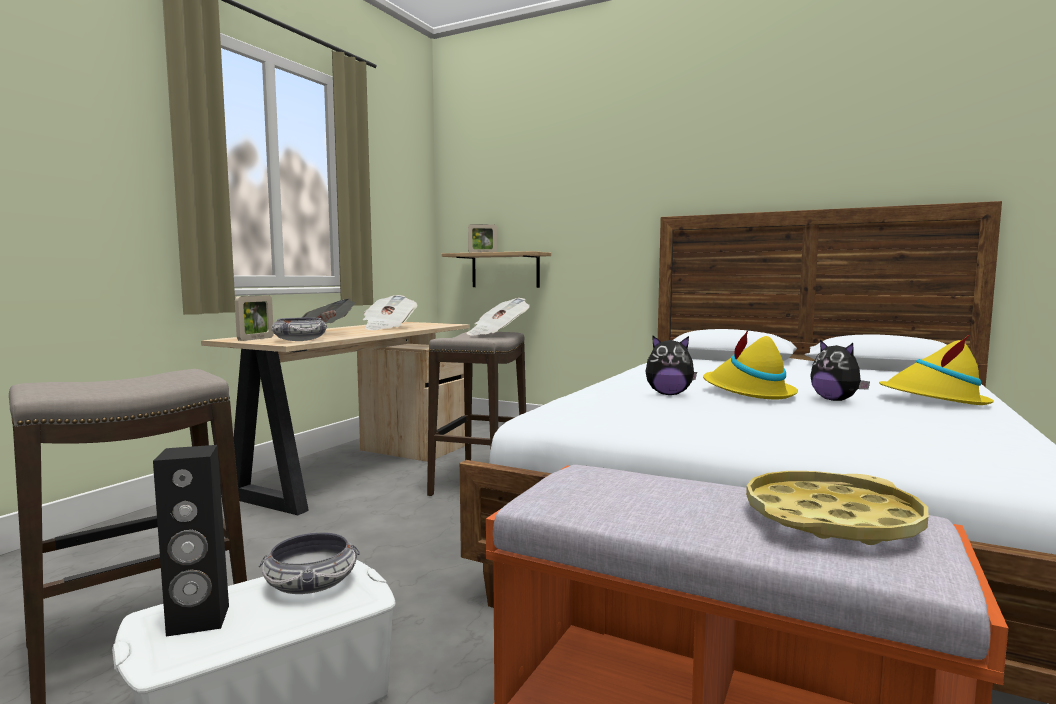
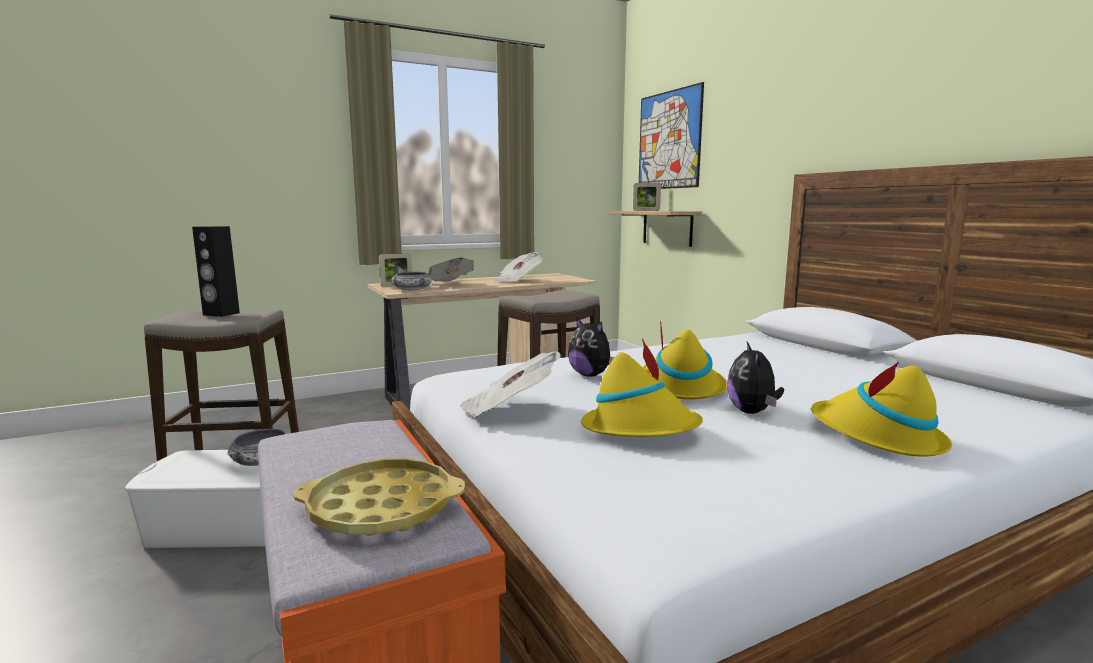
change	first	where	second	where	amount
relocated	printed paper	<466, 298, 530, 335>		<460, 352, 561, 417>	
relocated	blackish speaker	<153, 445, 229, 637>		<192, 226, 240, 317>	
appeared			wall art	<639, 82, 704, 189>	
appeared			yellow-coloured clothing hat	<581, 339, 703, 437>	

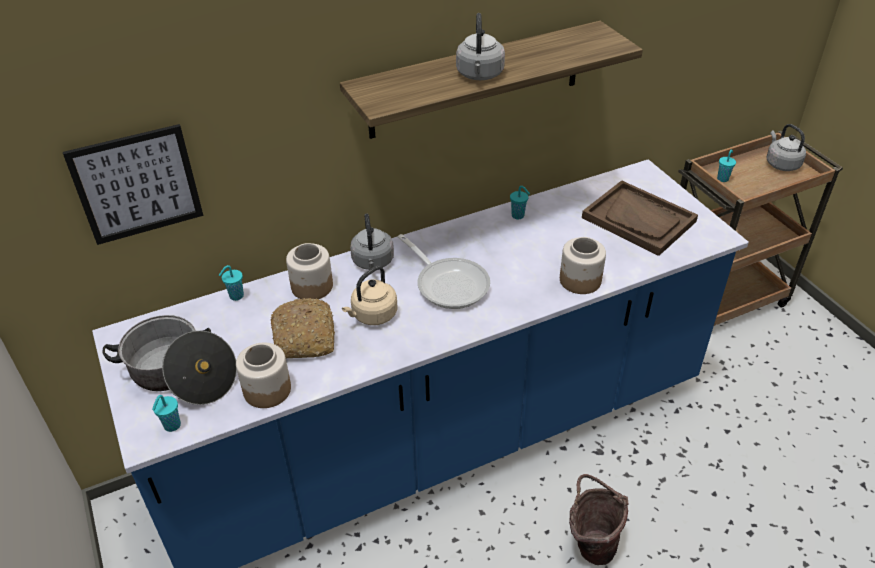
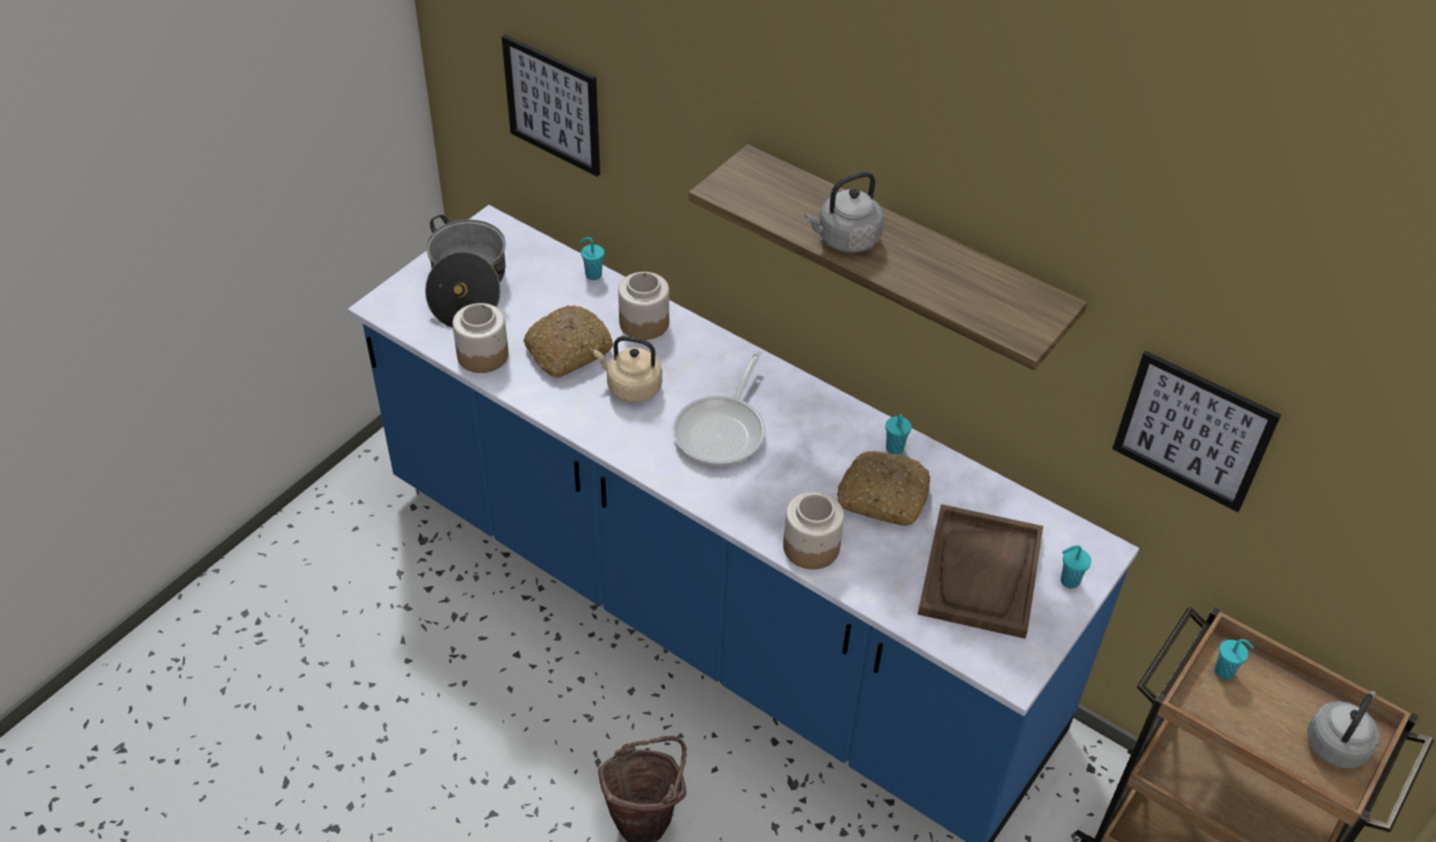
change	first	where	second	where	amount
missing	greyish kettle	<350, 214, 394, 270>			
relocated	turquoise small cup	<152, 395, 181, 432>		<1061, 545, 1091, 589>	
appeared			wall art	<1112, 351, 1281, 512>	
appeared			bread	<837, 451, 930, 526>	

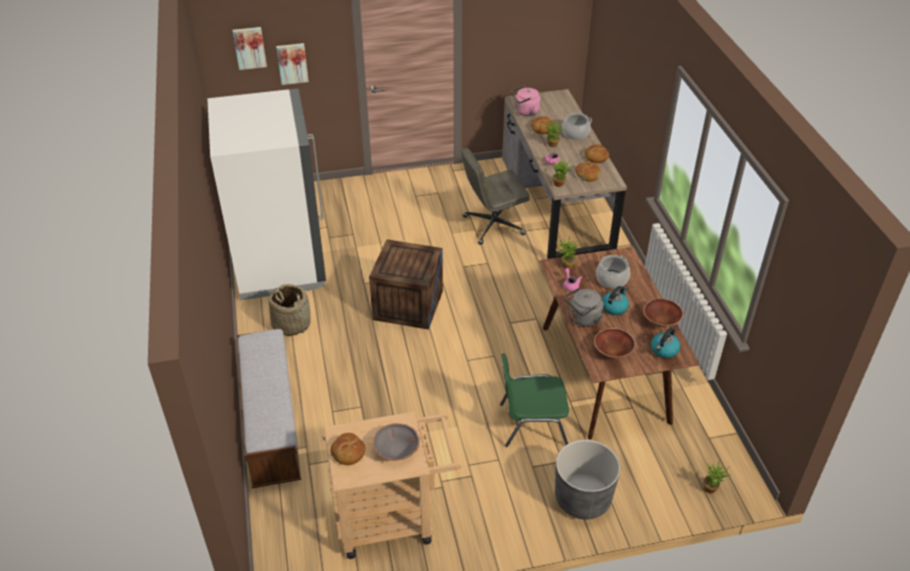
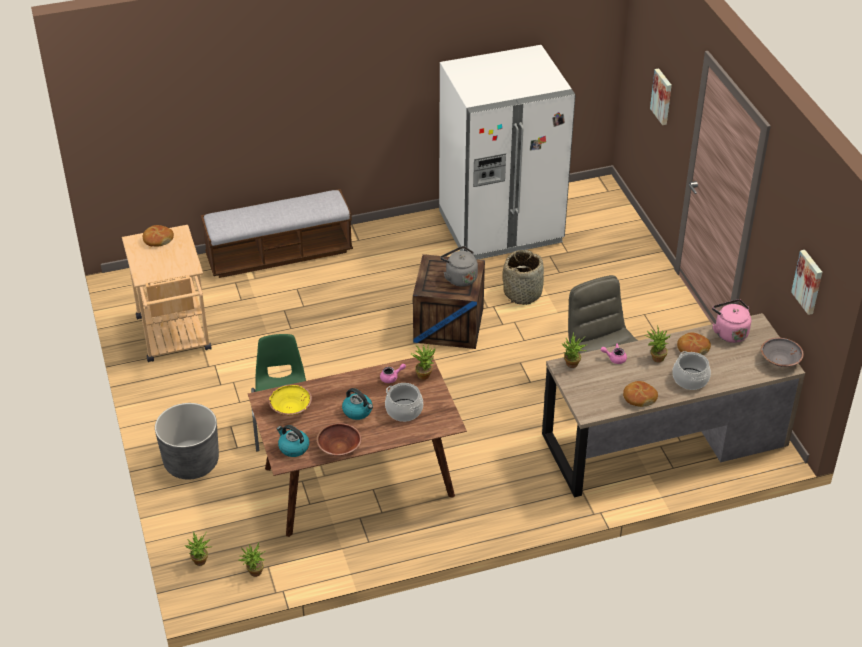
change	first	where	second	where	amount
relocated	wall art	<233, 27, 267, 70>		<791, 250, 822, 315>	
missing	bread	<575, 162, 601, 182>			
relocated	household basket	<268, 284, 311, 336>		<503, 250, 544, 305>	
relocated	greyish kettle	<564, 288, 604, 326>		<441, 246, 478, 287>	
colour	brown deep dish	<594, 328, 636, 358>	yellow-coloured deep dish	<268, 384, 312, 415>	
relocated	greyish deep dish	<373, 423, 420, 461>		<761, 338, 804, 367>	
appeared			houseplant	<239, 543, 266, 577>	

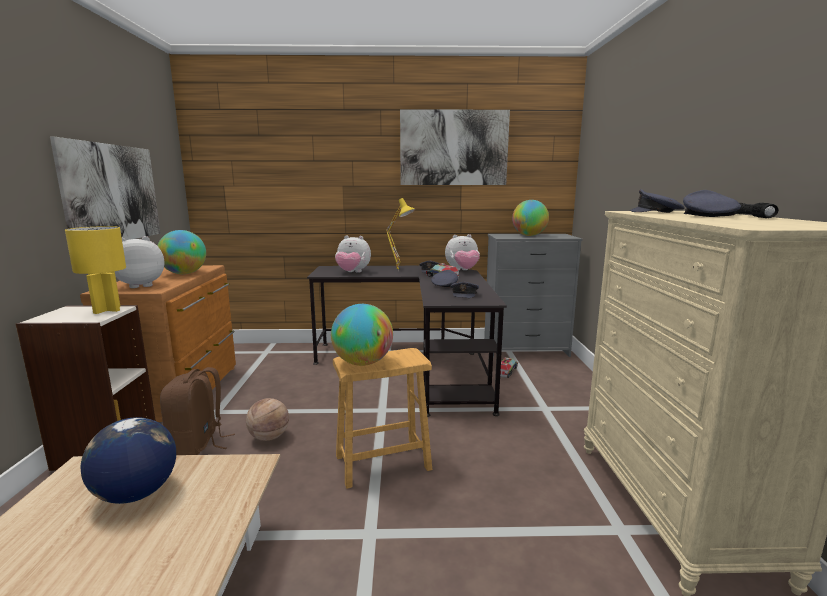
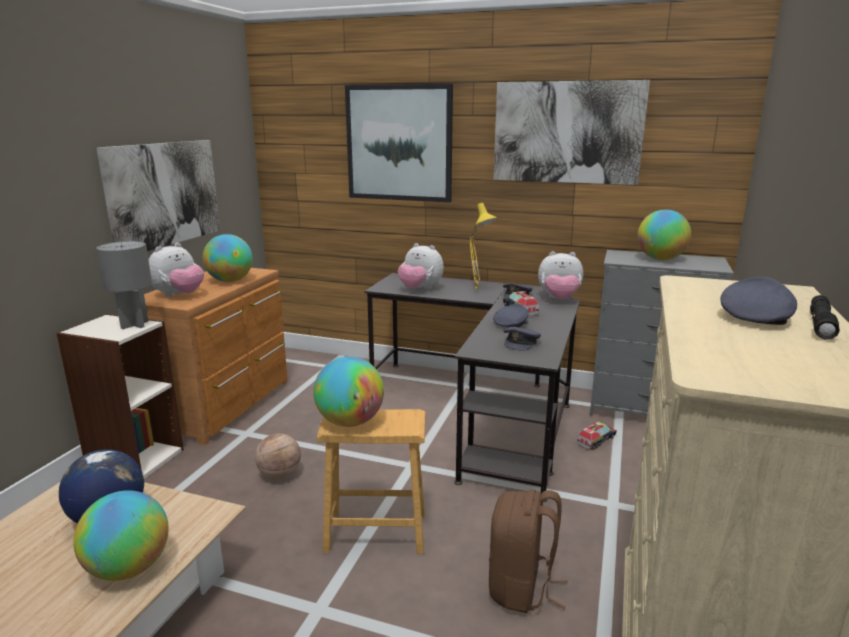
change	first	where	second	where	amount
missing	greyish cap	<630, 189, 685, 213>			
colour	yellow-coloured lamp for a table	<65, 226, 126, 314>	greyish lamp for a table	<96, 241, 152, 329>	
spun	plush toy	<115, 236, 164, 288>		<148, 243, 204, 297>	135 degrees clockwise
relocated	brown rucksack	<160, 367, 235, 455>		<489, 490, 568, 613>	
appeared			wall art	<345, 84, 453, 202>	
appeared			desk globe	<73, 490, 169, 581>	

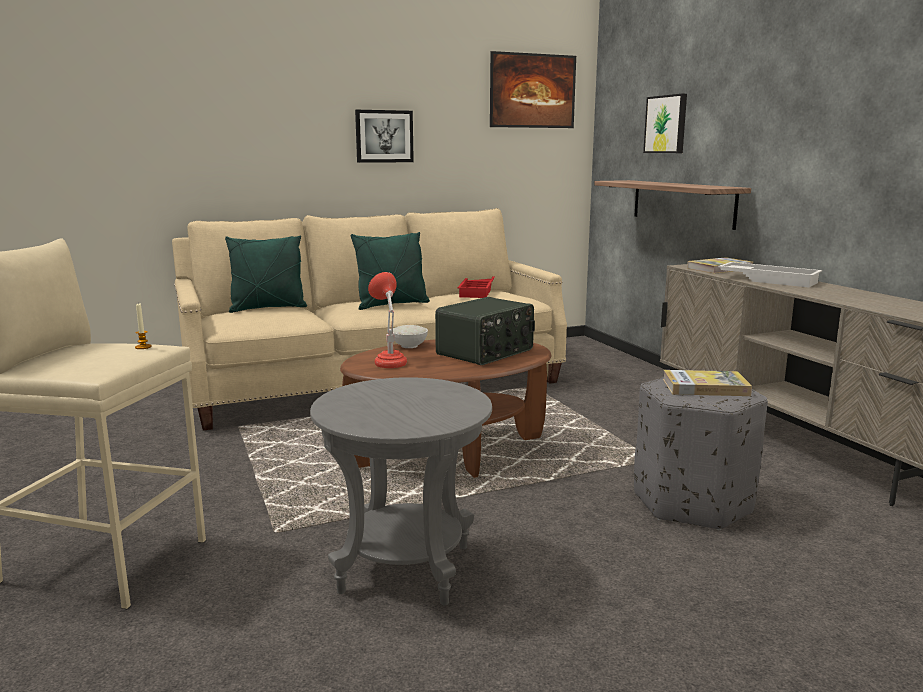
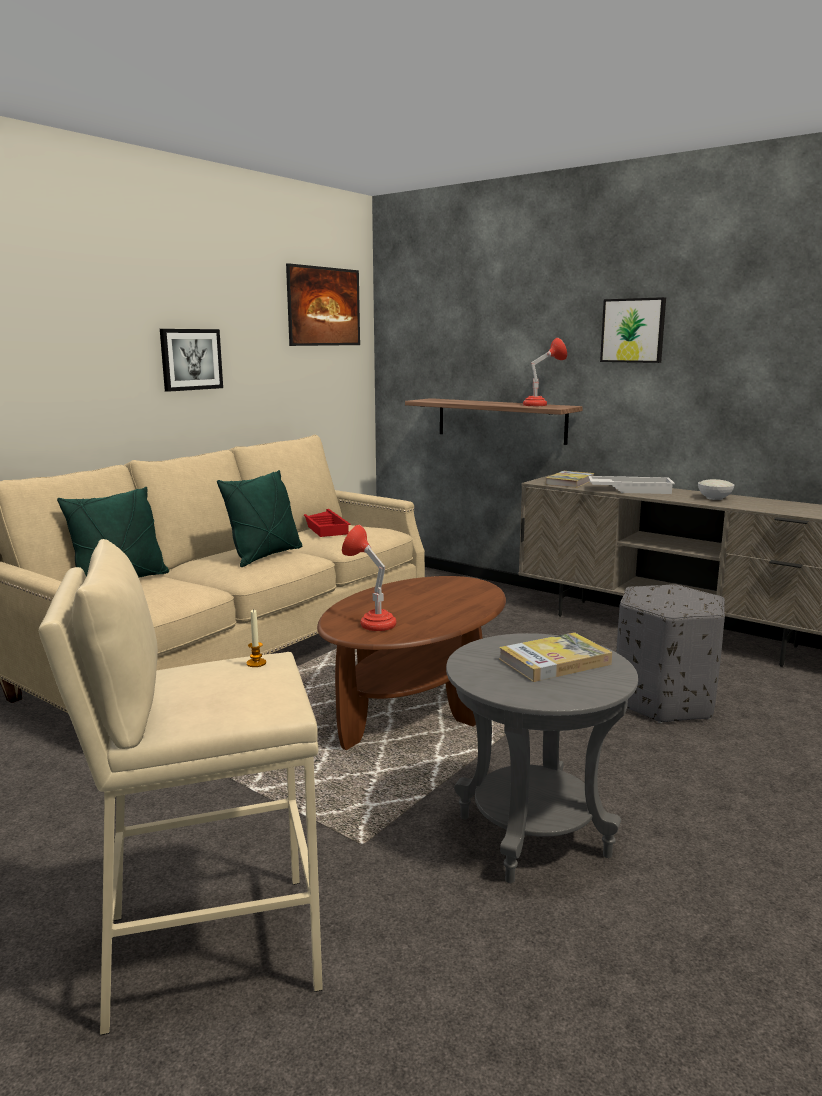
change	first	where	second	where	amount
relocated	wall art	<643, 94, 687, 153>		<600, 297, 666, 363>	
missing	radio receiver	<435, 297, 535, 365>			
relocated	whitish deep dish	<393, 325, 428, 348>		<698, 479, 734, 500>	
relocated	bound book	<663, 370, 752, 396>		<499, 632, 612, 682>	
appeared			red-coloured lamp for a table	<523, 338, 567, 406>	

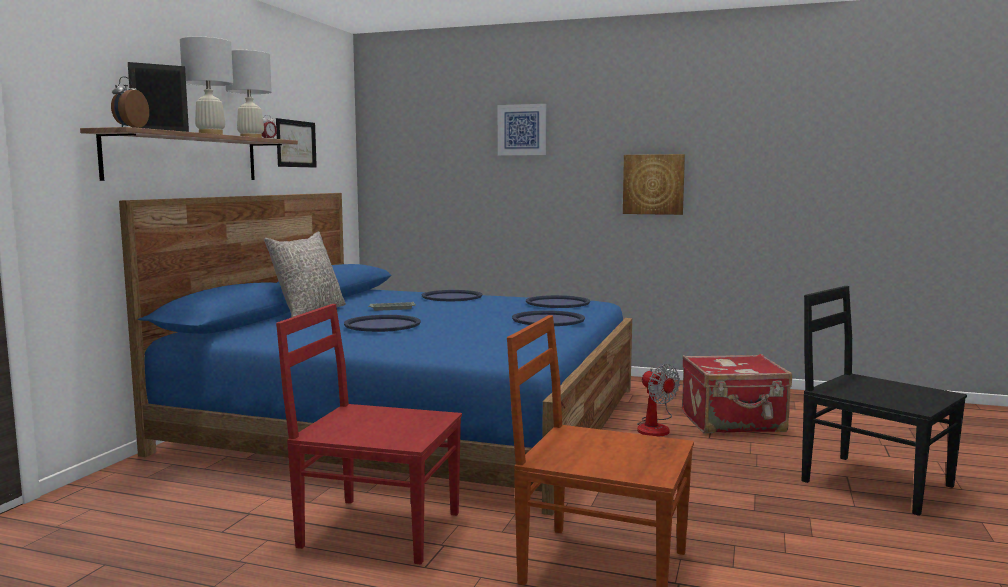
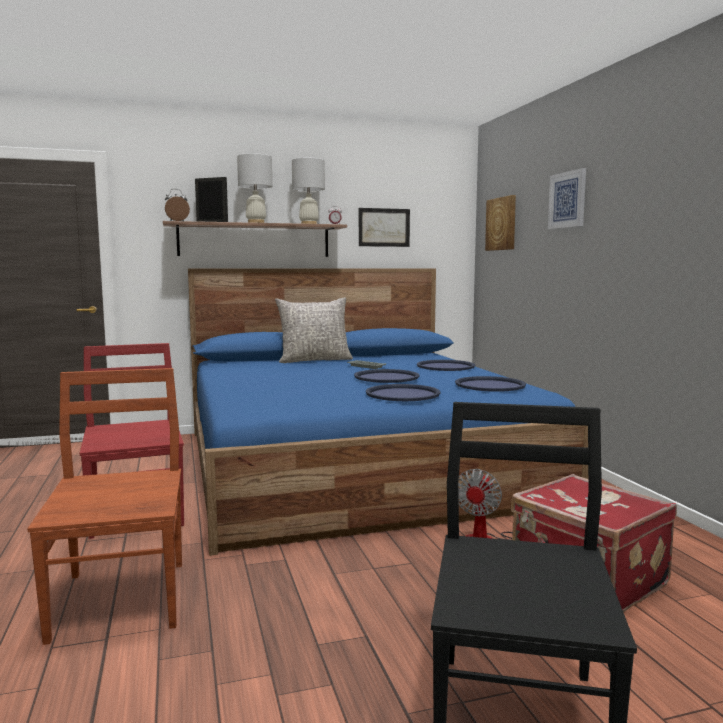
change	first	where	second	where	amount
relocated	wall art	<623, 154, 685, 215>		<485, 195, 516, 251>	
relocated	blue-coloured serving tray	<344, 315, 421, 332>		<354, 369, 419, 383>	

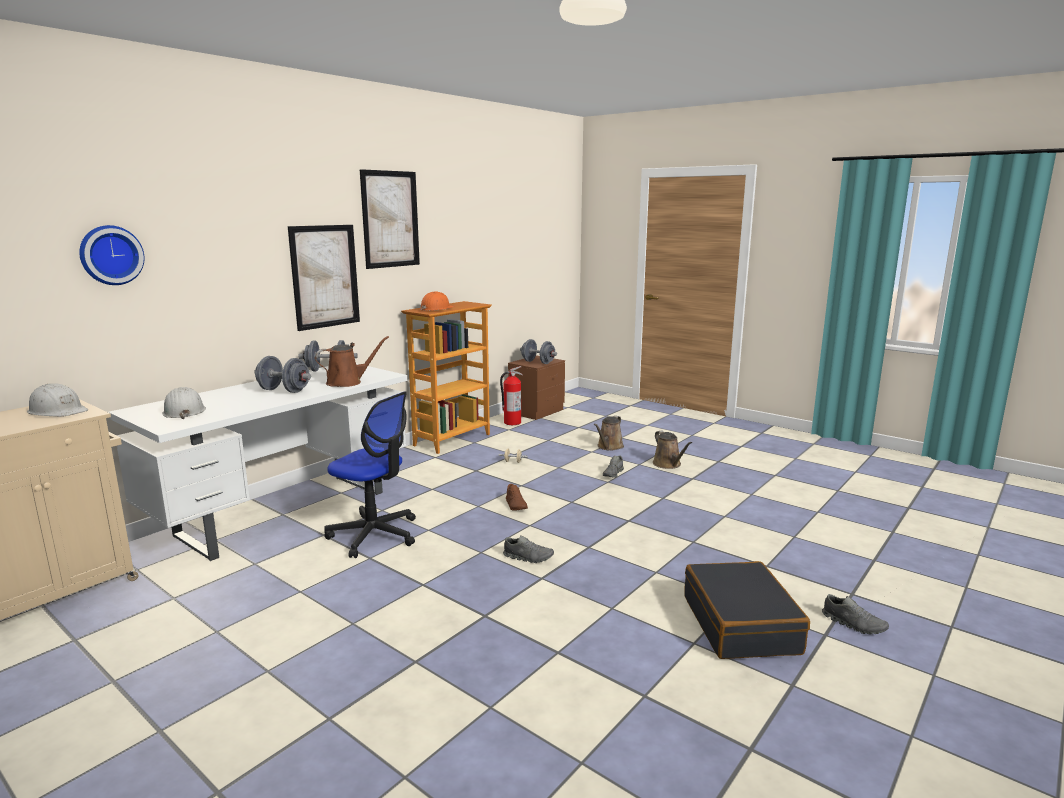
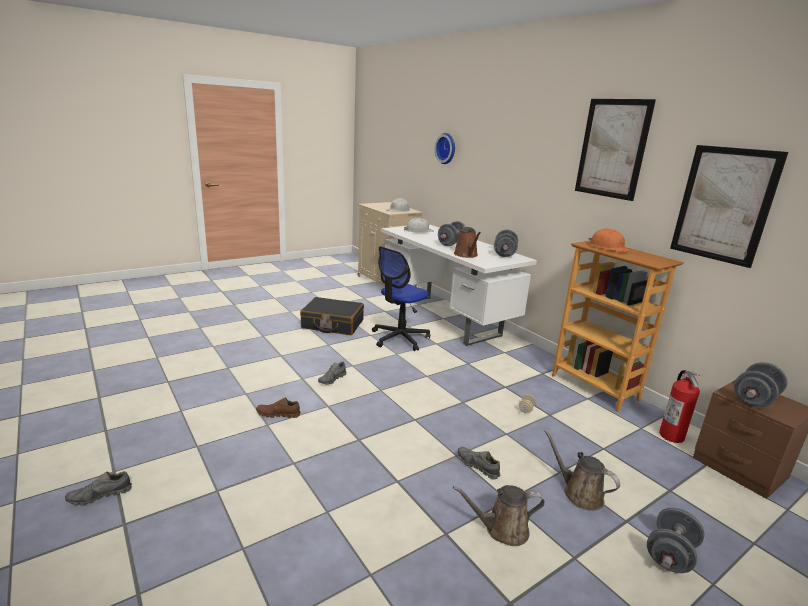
change	first	where	second	where	amount
relocated	wall art	<288, 225, 360, 331>		<670, 145, 788, 268>	
relocated	brown shoe	<506, 484, 528, 511>		<256, 398, 301, 418>	
relocated	blackish travel case	<684, 561, 810, 659>		<300, 297, 364, 335>	
appeared			greyish hand weight	<647, 507, 705, 573>	

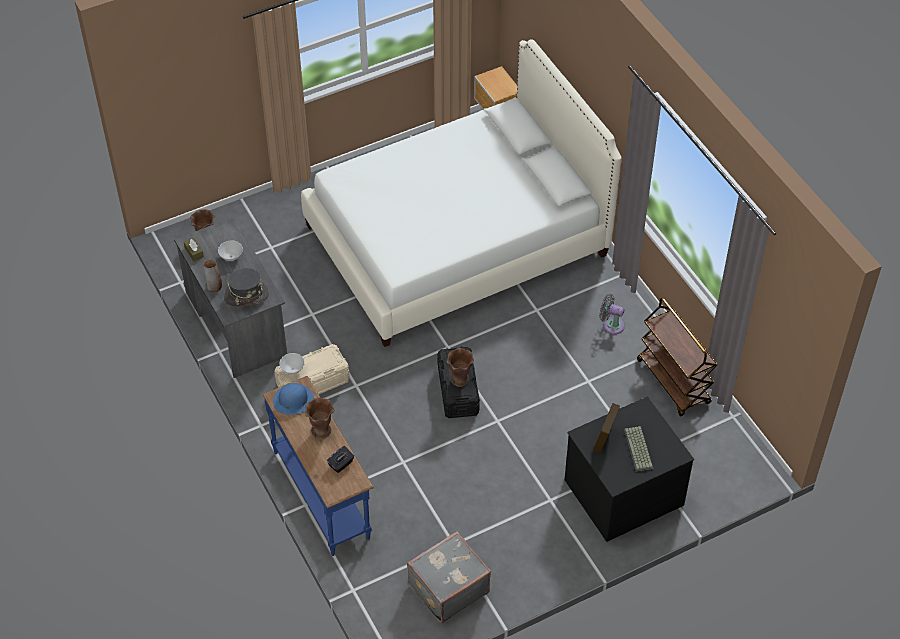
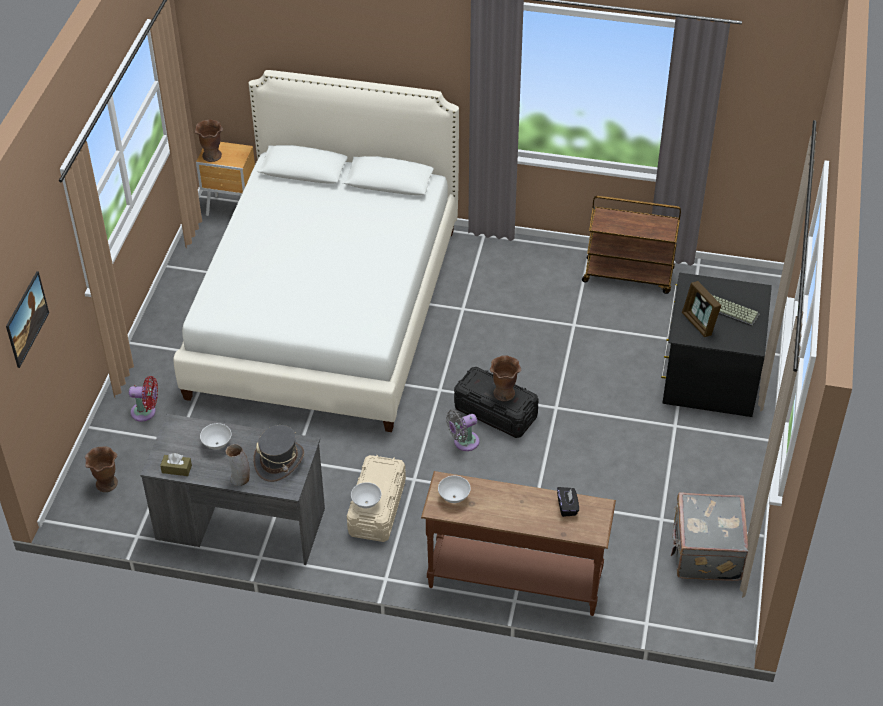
change	first	where	second	where	amount
relocated	greyish electric fan	<599, 294, 625, 334>		<446, 409, 479, 451>	
colour	blue-coloured narrow table	<262, 376, 374, 556>	brown narrow table	<421, 471, 616, 616>	
exchanged	blue-coloured clothing hat	<273, 383, 314, 415>	whitish deep dish	<438, 476, 471, 503>	
relocated	brown vase	<305, 397, 334, 439>		<195, 119, 223, 162>	
appeared			wall art	<6, 271, 49, 368>	
appeared			red-coloured electric fan	<129, 376, 158, 422>	

